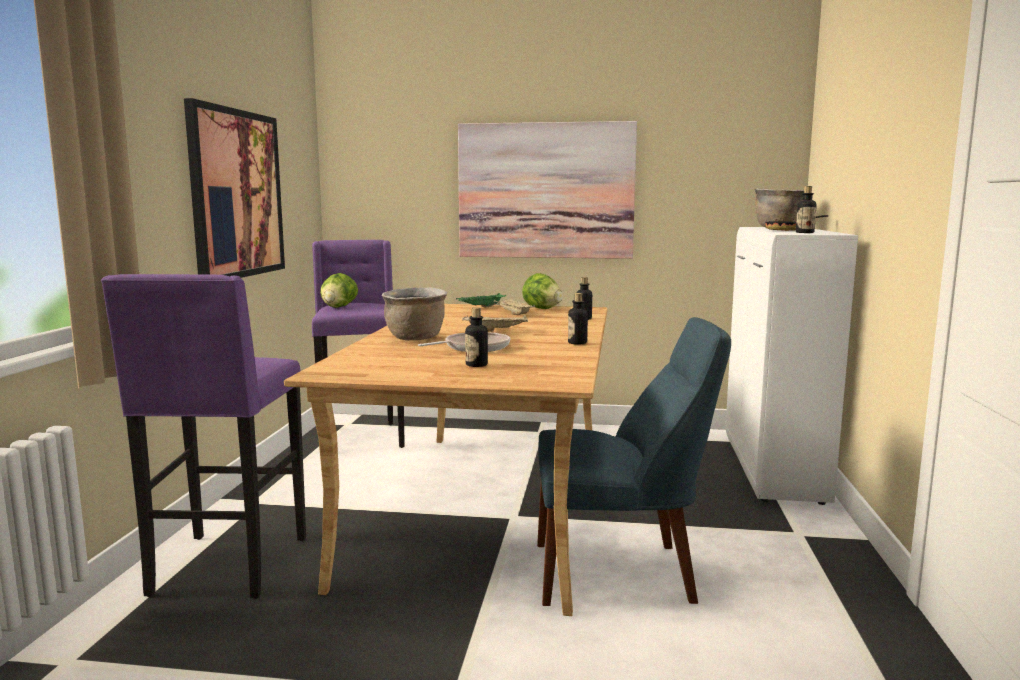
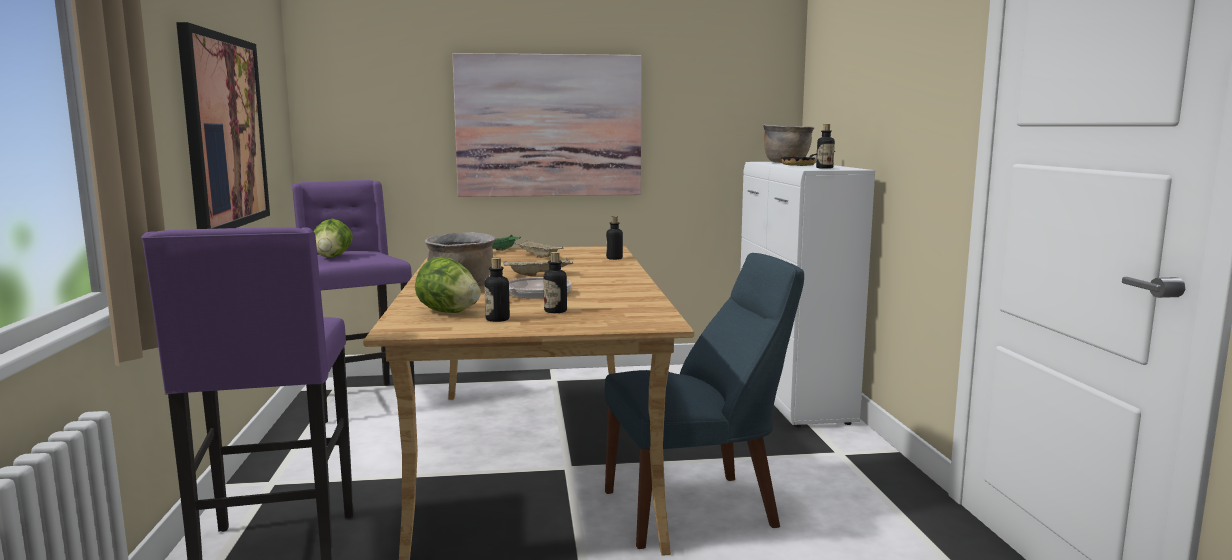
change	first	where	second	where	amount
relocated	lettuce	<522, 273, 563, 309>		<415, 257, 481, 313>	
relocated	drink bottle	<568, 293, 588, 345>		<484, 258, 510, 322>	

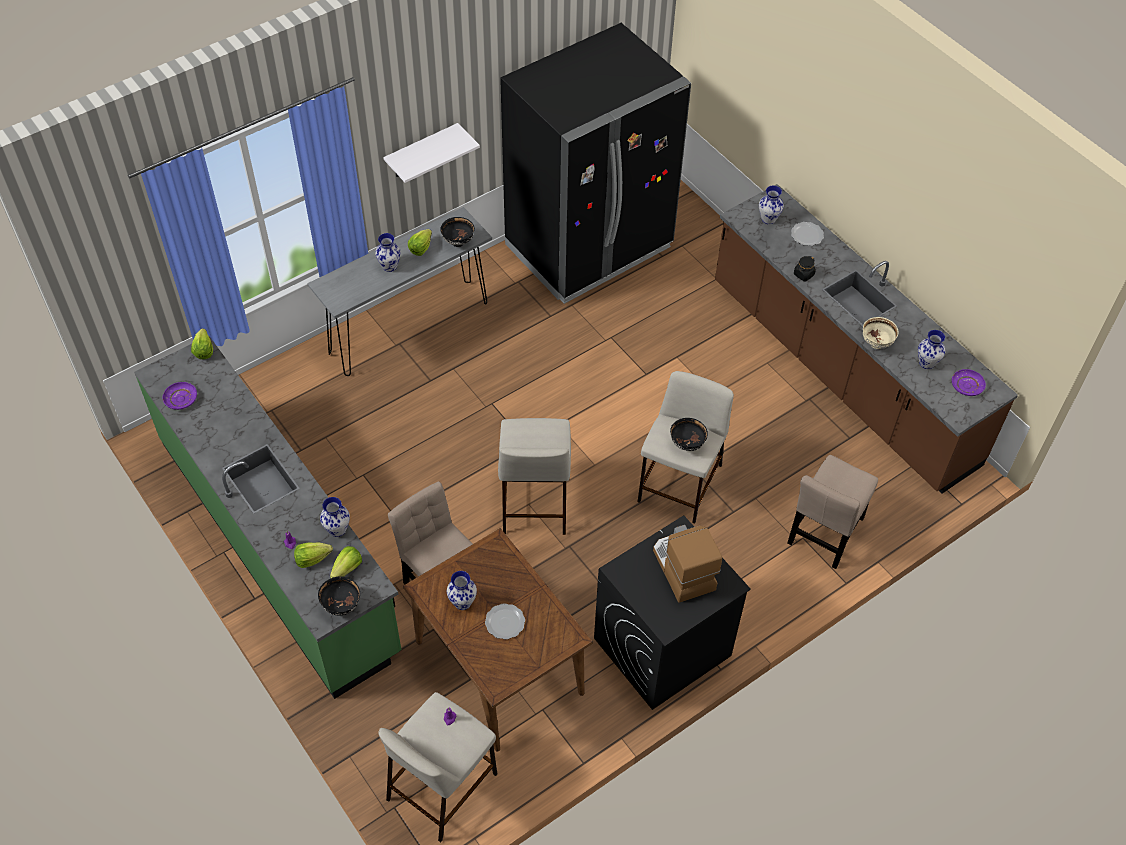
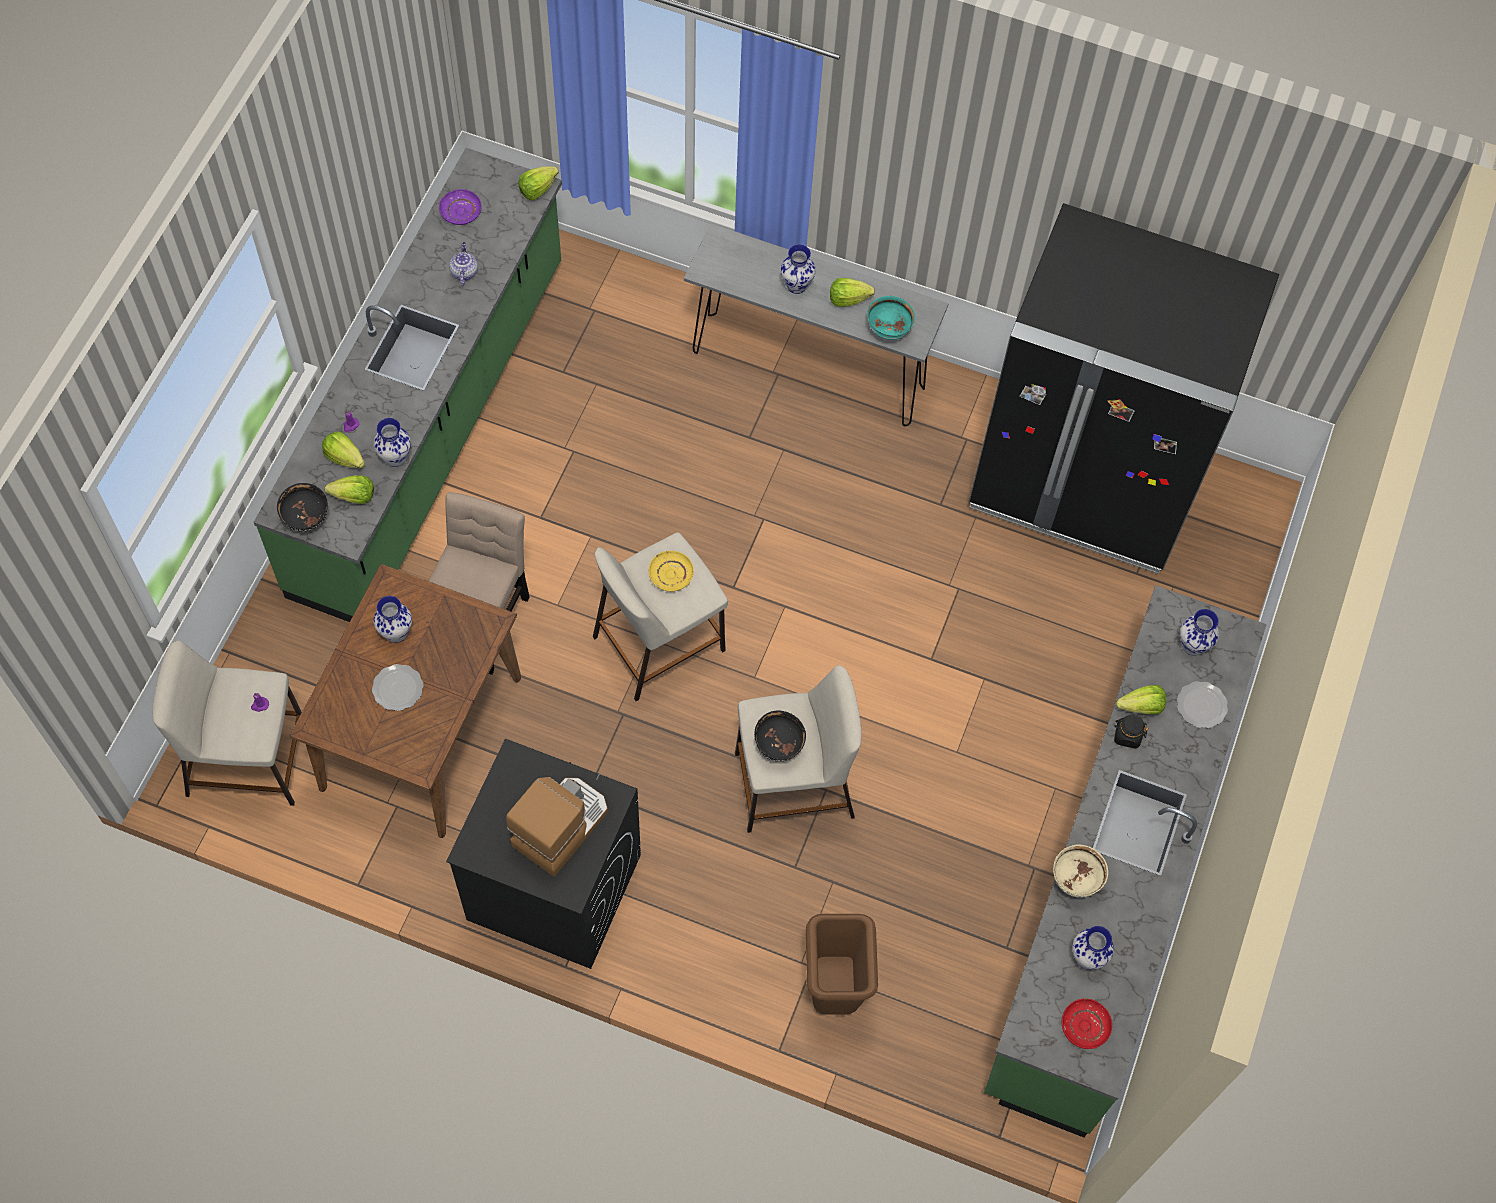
change	first	where	second	where	amount
missing	whitish wall shelf	<383, 123, 480, 183>			
colour	brown counter	<715, 184, 1018, 494>	greenish counter	<984, 586, 1267, 1138>	
colour	blackish deep dish	<440, 217, 475, 247>	turquoise deep dish	<867, 296, 915, 340>	
colour	purple flat dish	<952, 369, 986, 396>	red-coloured flat dish	<1062, 998, 1112, 1049>	
exchanged	beige-coloured plain chair	<787, 455, 878, 569>	brown waste bin	<806, 914, 878, 1014>	
appeared			pot for tea	<449, 242, 478, 286>	
appeared			yellow-coloured flat dish	<649, 551, 694, 592>	
appeared			lettuce	<1116, 685, 1166, 714>	

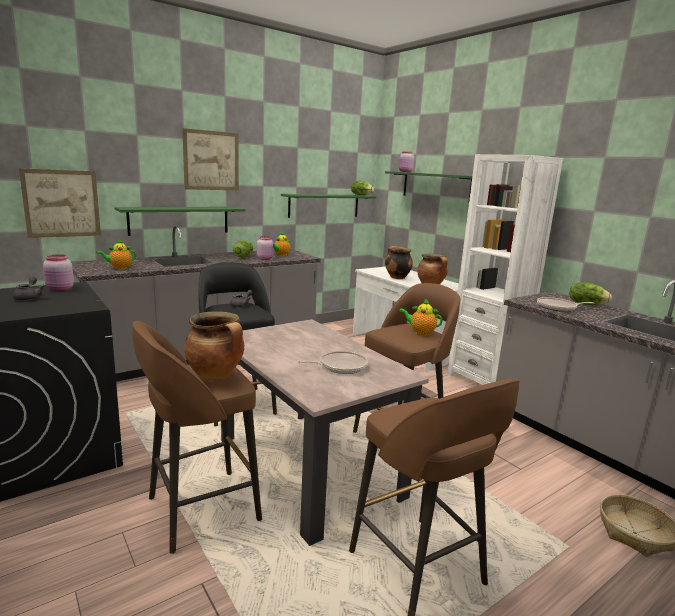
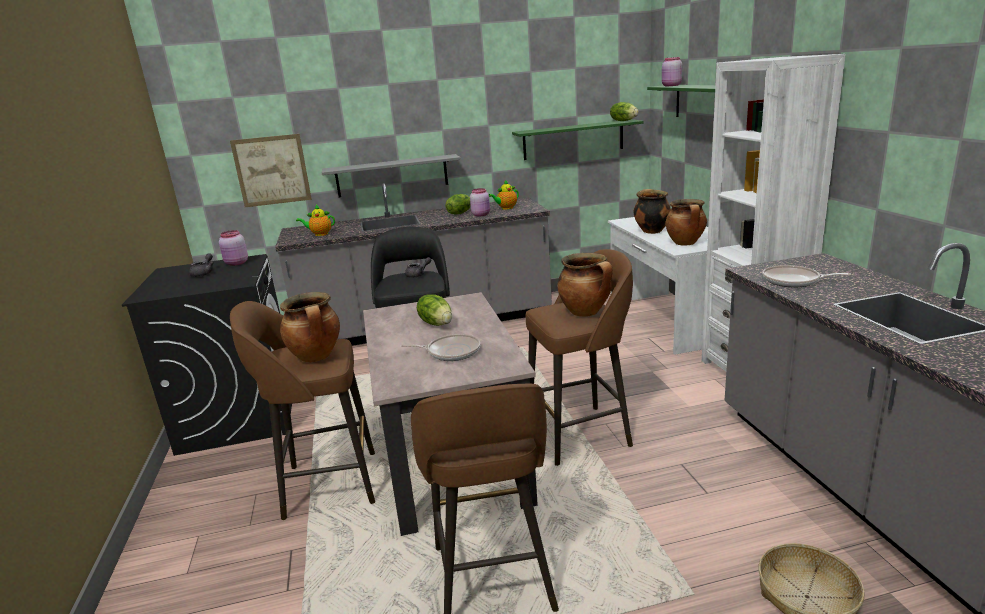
change	first	where	second	where	amount
missing	wall art	<182, 128, 239, 190>			
colour	greenish wall shelf	<114, 207, 246, 236>	greyish wall shelf	<322, 154, 461, 198>	
relocated	lettuce	<569, 283, 612, 305>		<417, 294, 452, 326>	
exchanged	pot for tea	<399, 299, 442, 336>	saucepot	<558, 253, 613, 317>	

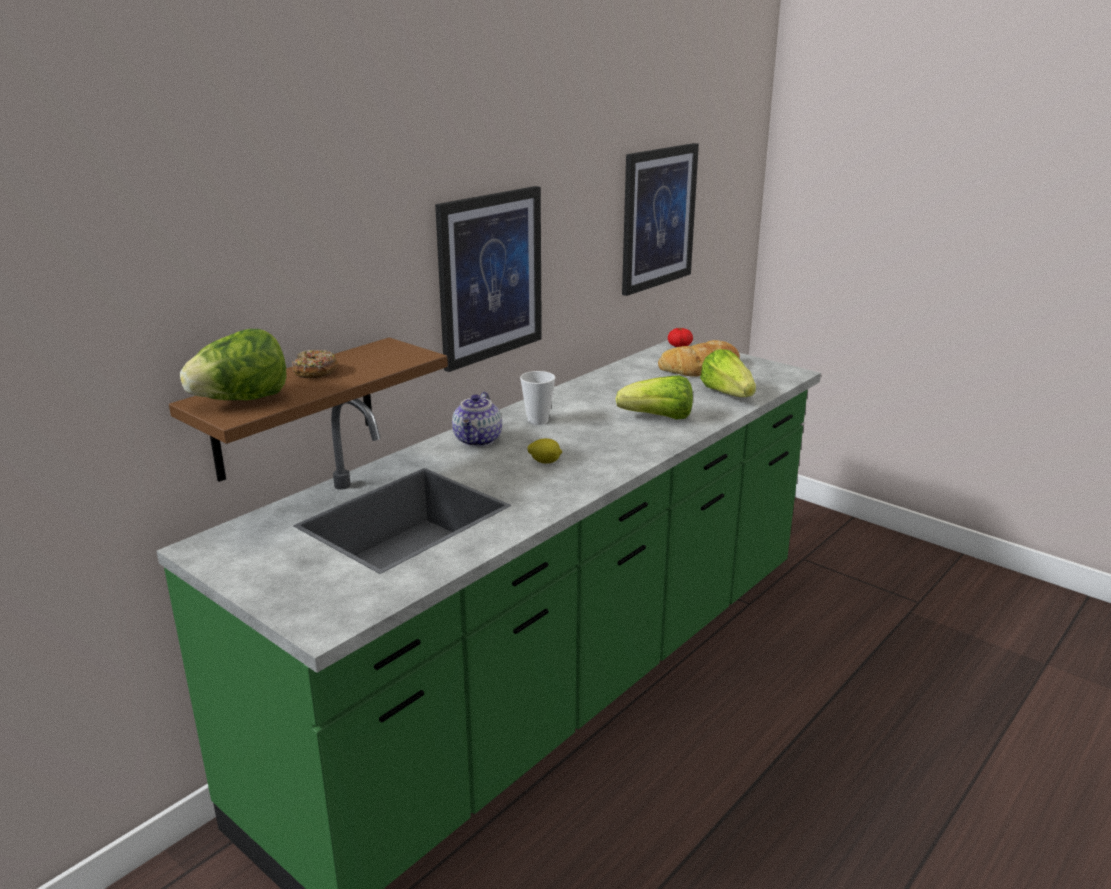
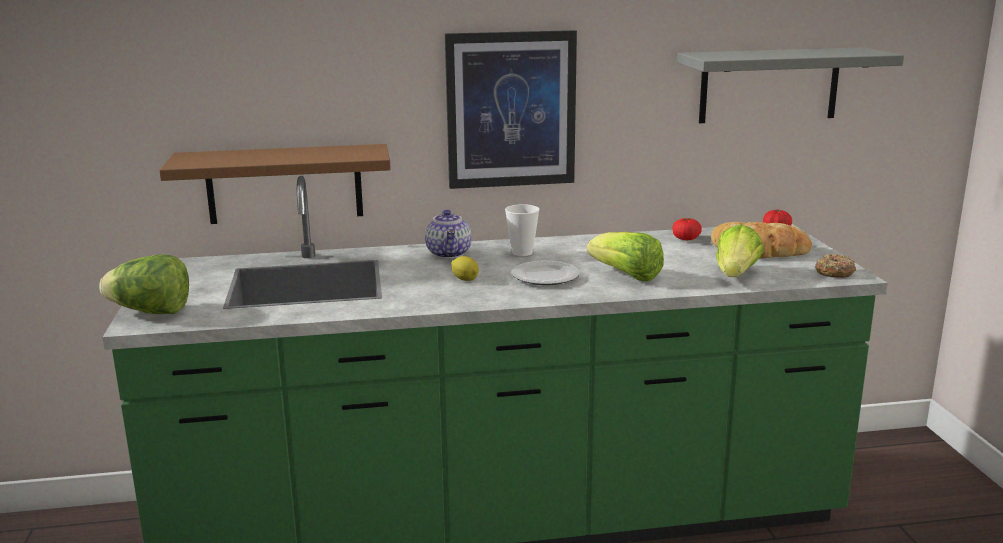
change	first	where	second	where	amount
exchanged	wall art	<622, 143, 699, 296>	greyish wall shelf	<677, 47, 904, 123>	
relocated	lettuce	<180, 329, 286, 401>		<99, 254, 189, 314>	
relocated	donut	<292, 350, 339, 378>		<815, 254, 856, 278>	
spun	pot for tea	<452, 392, 502, 447>		<425, 210, 472, 259>	60 degrees counterclockwise
appeared			tomato	<672, 218, 702, 240>	
appeared			flat dish	<511, 261, 580, 285>	

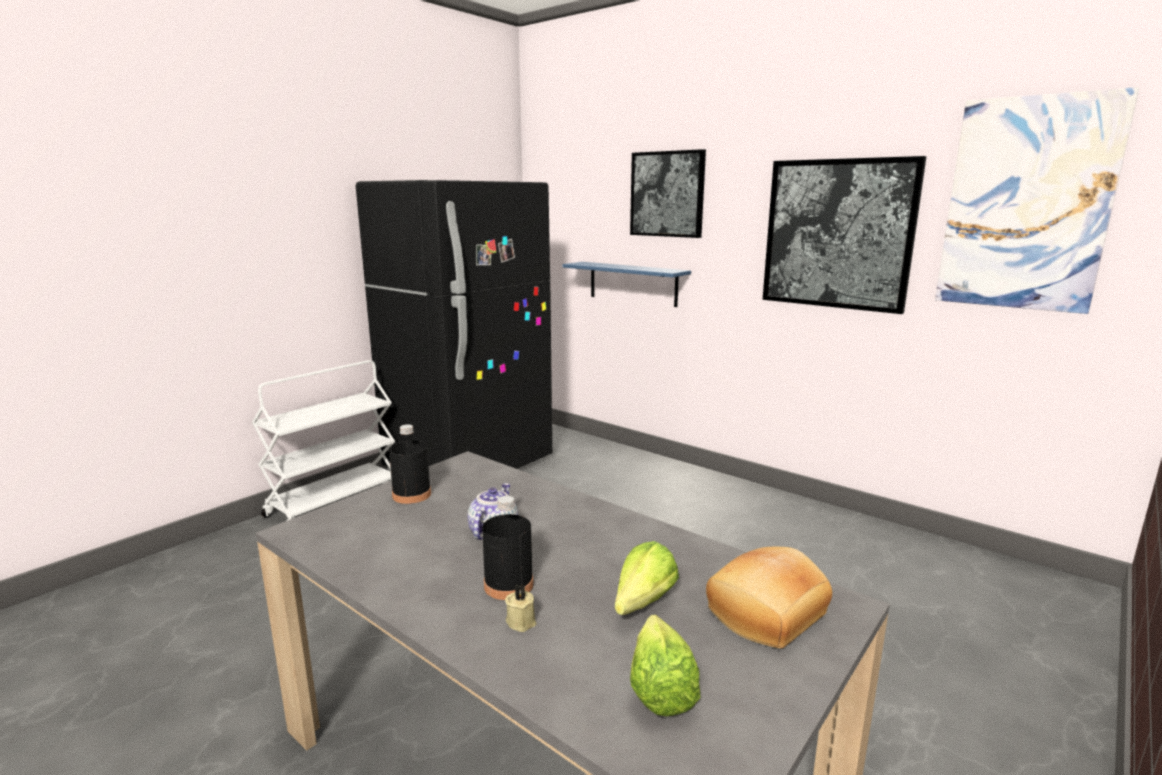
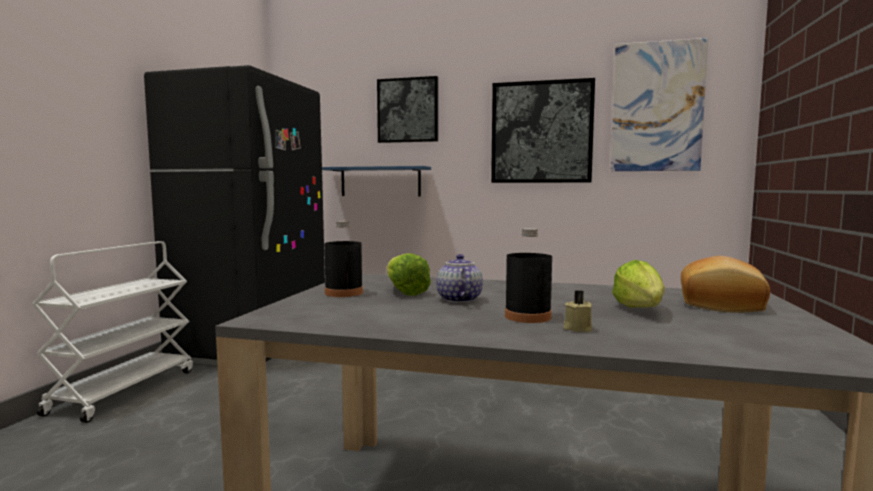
change	first	where	second	where	amount
relocated	lettuce	<630, 615, 701, 716>		<387, 253, 431, 296>	

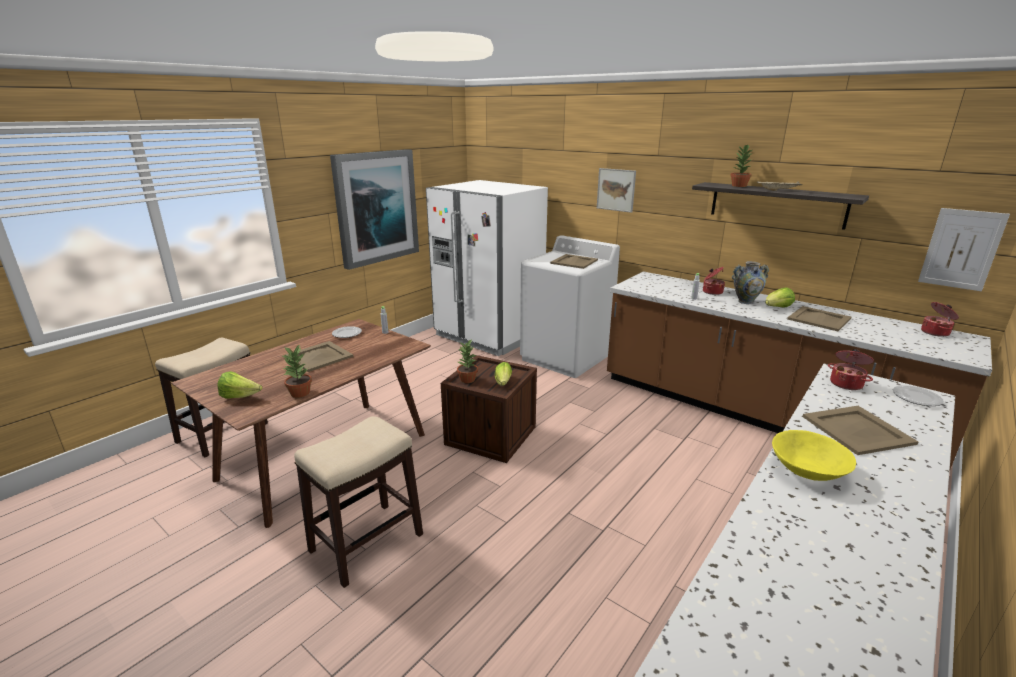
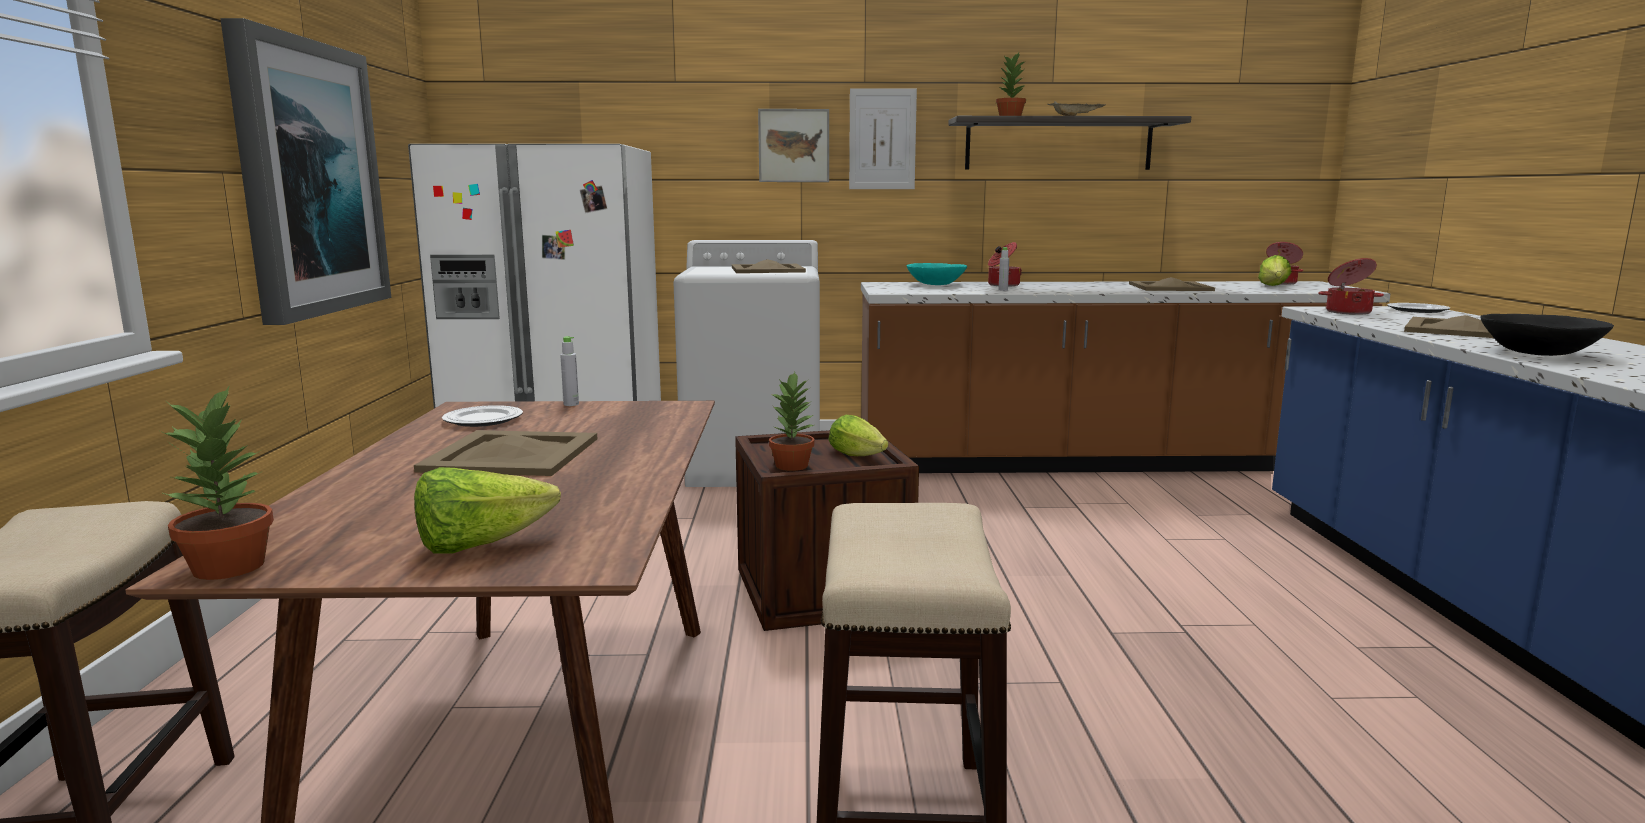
change	first	where	second	where	amount
relocated	wall art	<918, 208, 1010, 291>		<849, 88, 917, 189>	
missing	vase	<732, 261, 769, 304>			
relocated	lettuce	<765, 288, 795, 308>		<1258, 255, 1291, 286>	
relocated	houseplant	<281, 344, 312, 398>		<160, 385, 274, 580>	
colour	yellow-coloured deep dish	<772, 430, 856, 481>	blackish deep dish	<1481, 314, 1614, 356>	
appeared			turquoise deep dish	<907, 263, 967, 285>	

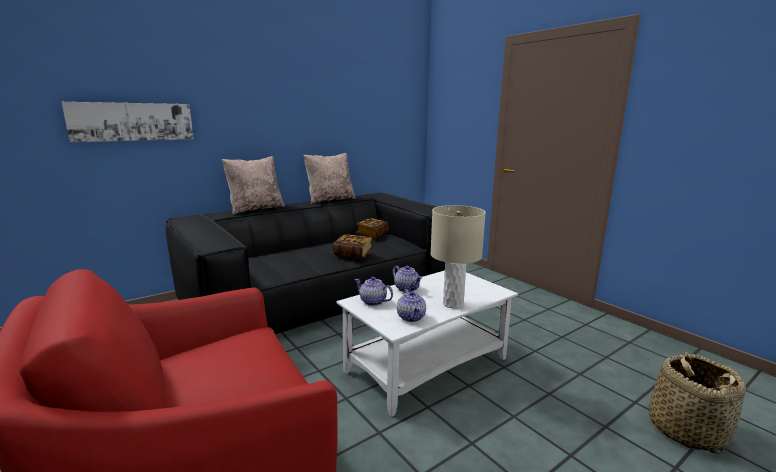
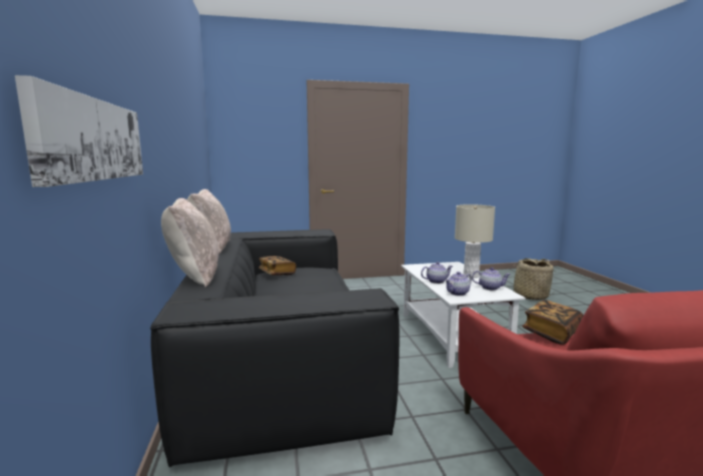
change	first	where	second	where	amount
relocated	bound book	<333, 234, 373, 258>		<522, 300, 584, 345>	

